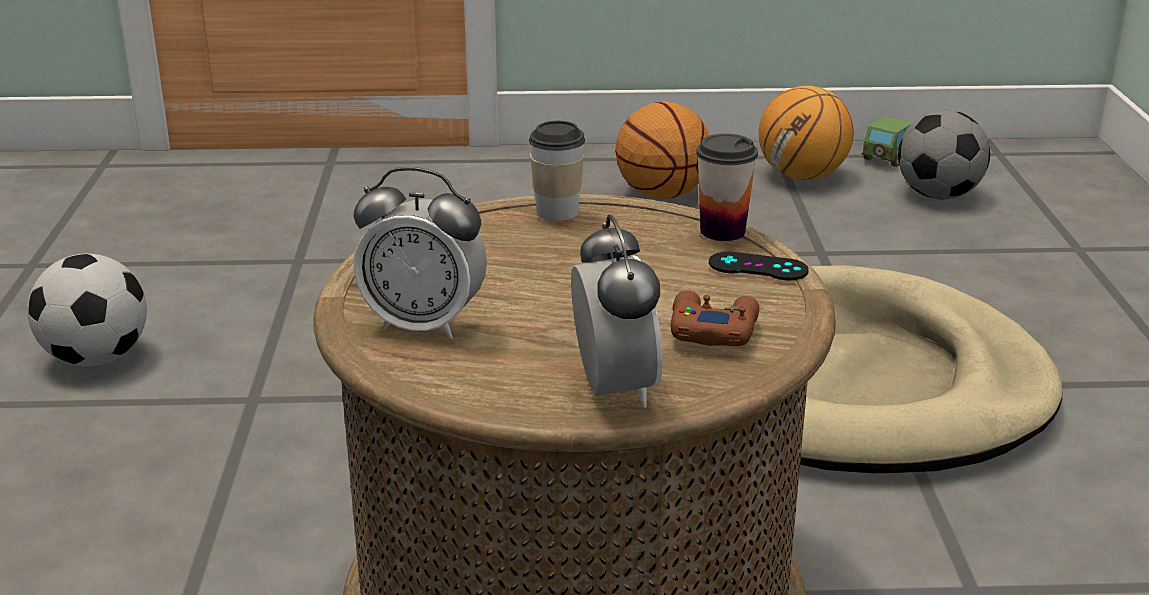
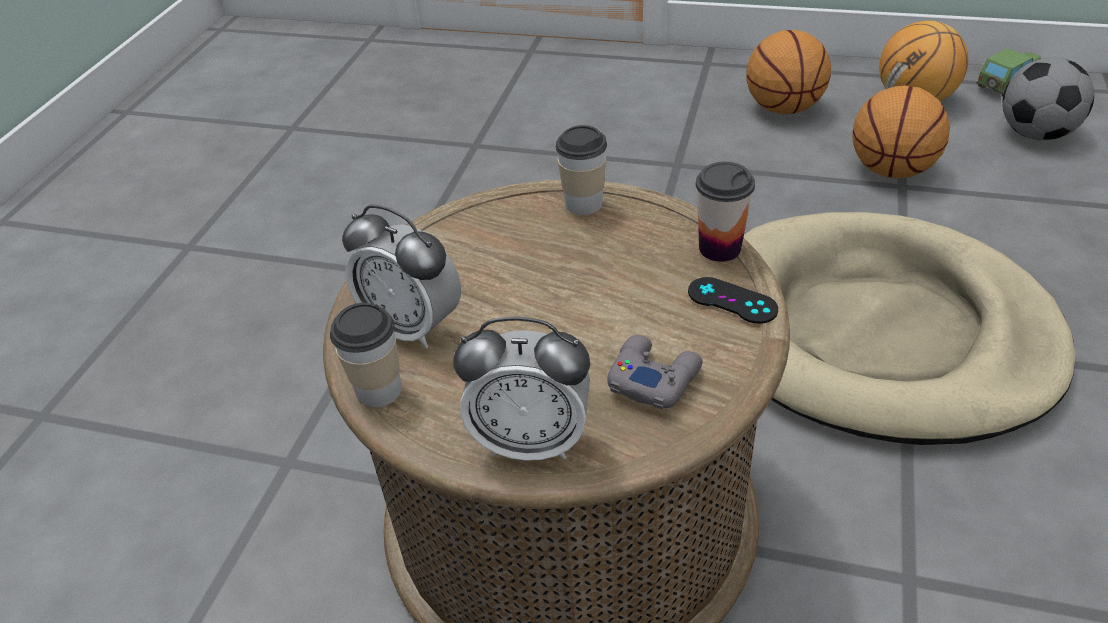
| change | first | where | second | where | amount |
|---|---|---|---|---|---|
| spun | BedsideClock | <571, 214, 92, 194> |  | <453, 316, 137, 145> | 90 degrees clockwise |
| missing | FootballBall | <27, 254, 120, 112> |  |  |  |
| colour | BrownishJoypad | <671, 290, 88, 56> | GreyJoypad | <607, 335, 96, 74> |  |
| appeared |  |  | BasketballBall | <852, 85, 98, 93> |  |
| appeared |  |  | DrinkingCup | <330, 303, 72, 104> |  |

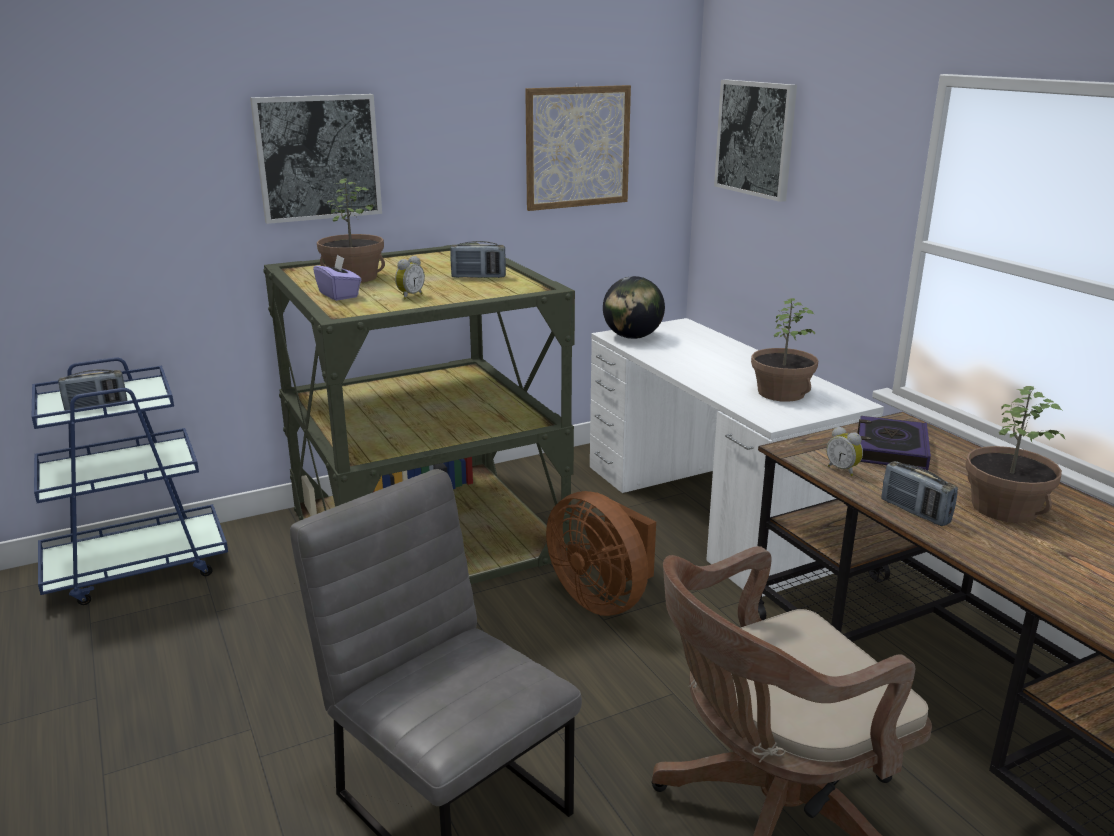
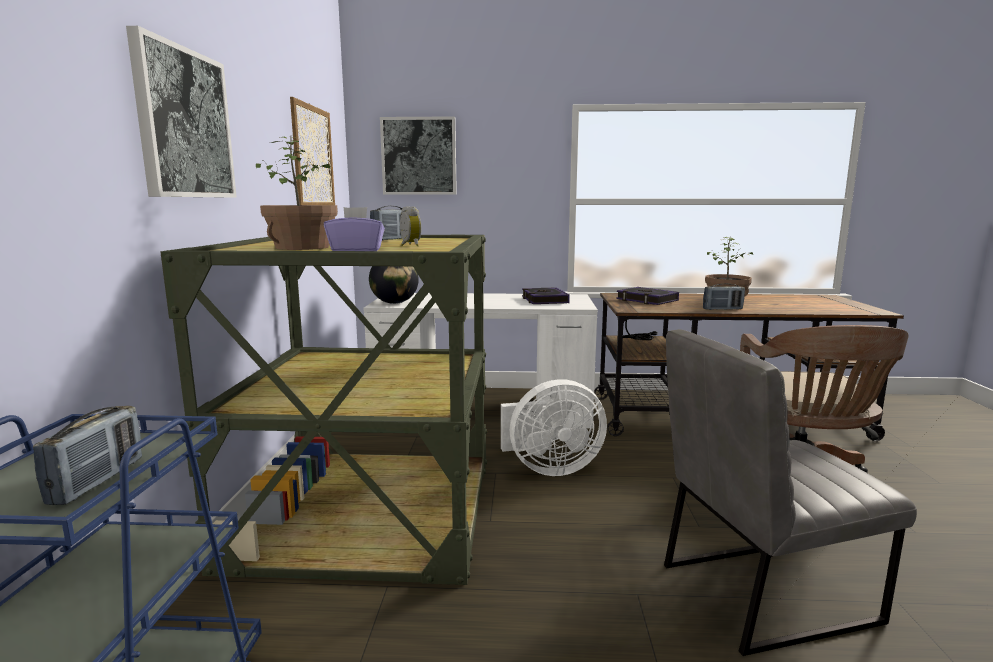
| change | first | where | second | where | amount |
|---|---|---|---|---|---|
| exchanged | PottedPlant | <751, 298, 67, 104> | Book | <522, 287, 48, 17> |  |
| missing | BedsideClock | <826, 426, 37, 50> |  |  |  |
| colour | BrownishCoolingFan | <546, 491, 110, 125> | WhiteCoolingFan | <501, 379, 106, 97> |  |

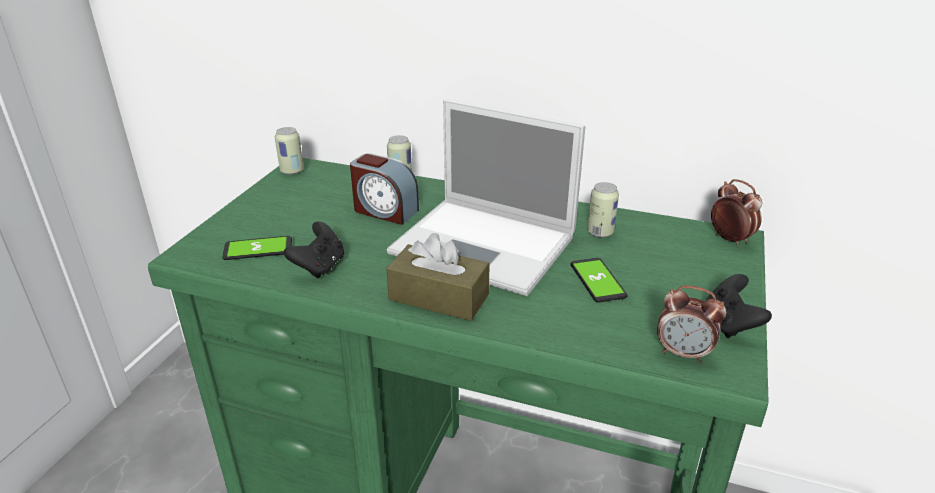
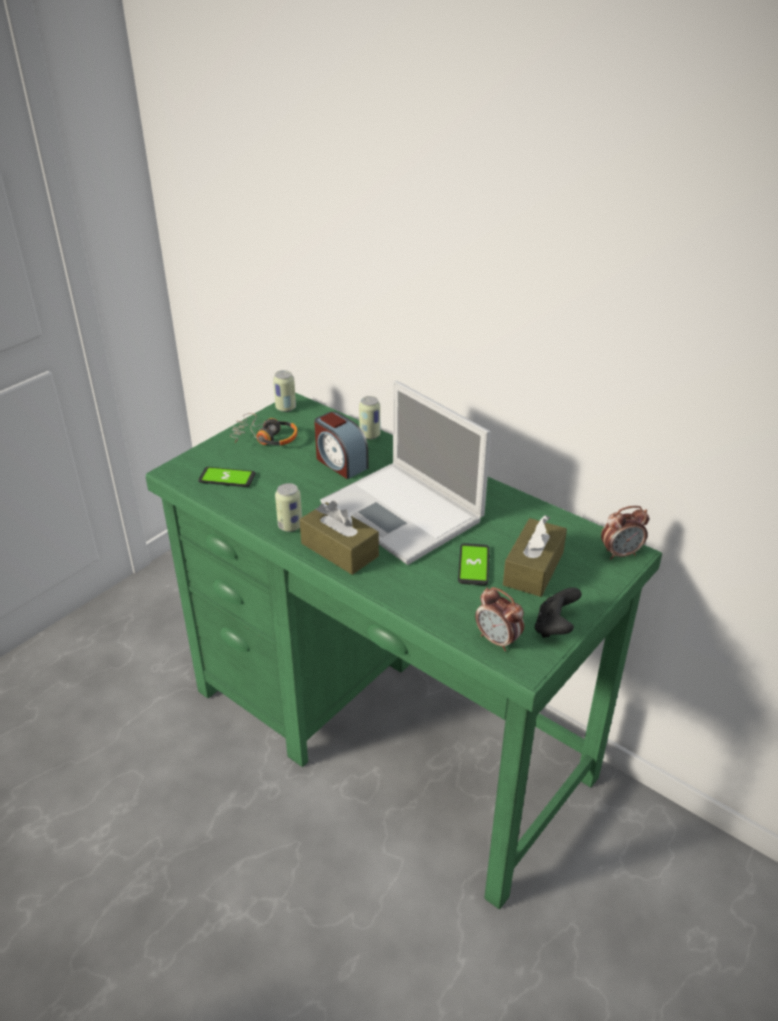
| change | first | where | second | where | amount |
|---|---|---|---|---|---|
| spun | BedsideClock | <711, 179, 51, 67> |  | <601, 506, 48, 54> | 90 degrees clockwise |
| relocated | MetalCan | <587, 182, 32, 56> |  | <275, 483, 27, 49> |  |
| missing | BlackishJoypad | <284, 221, 60, 57> |  |  |  |
| appeared |  |  | Headset | <230, 413, 68, 32> |  |
| appeared |  |  | BrownishTissueBox | <503, 515, 64, 82> |  |

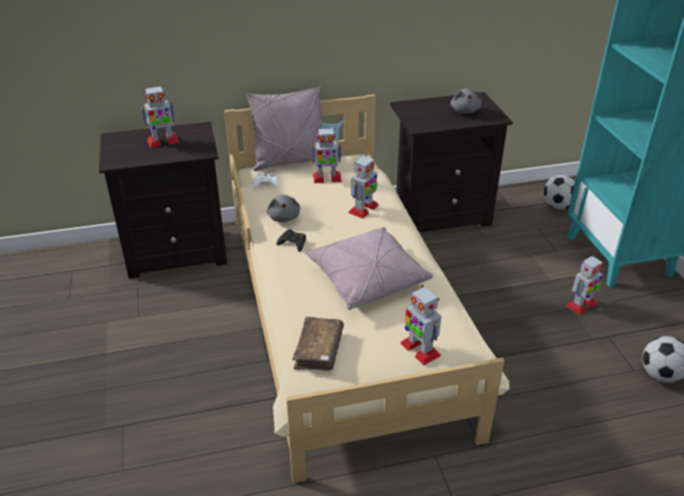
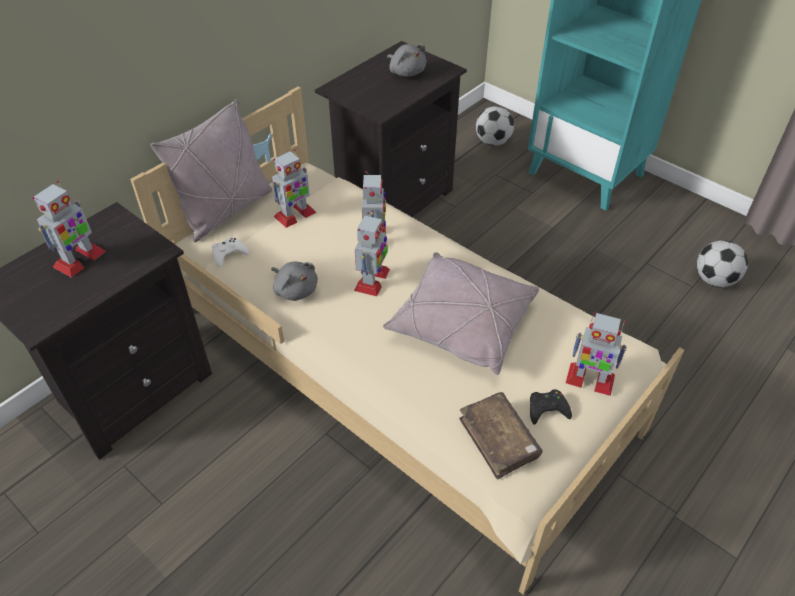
| change | first | where | second | where | amount |
|---|---|---|---|---|---|
| relocated | BlackishJoypad | <276, 229, 30, 23> |  | <530, 389, 42, 36> |  |
| relocated | ToyRobot | <565, 254, 38, 61> |  | <354, 212, 36, 85> |  |

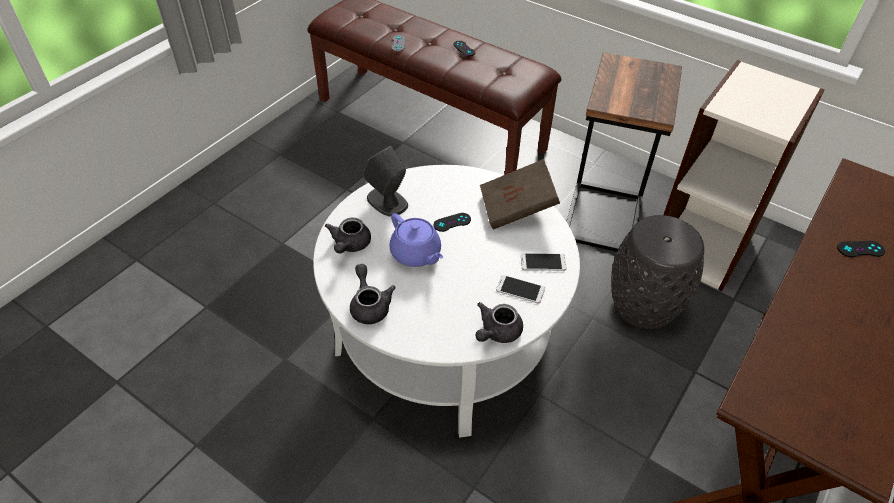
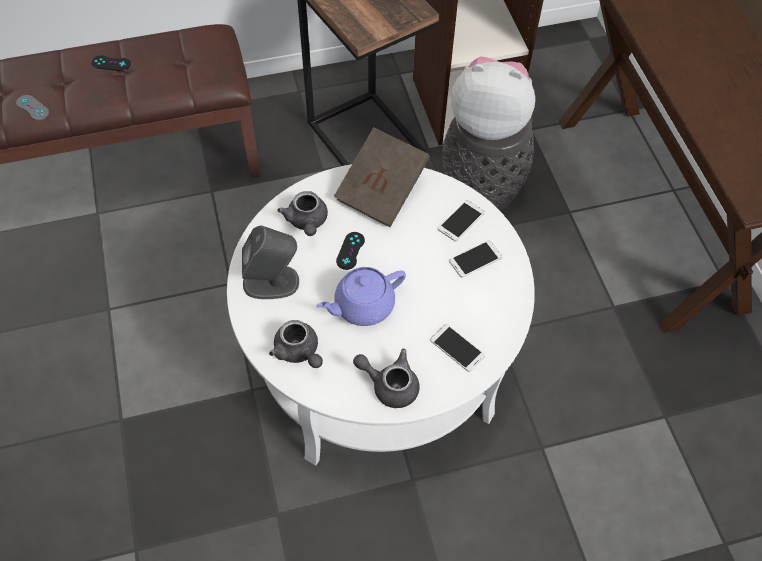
| change | first | where | second | where | amount |
|---|---|---|---|---|---|
| spun | PurplishTeapot | <389, 213, 54, 54> |  | <317, 267, 89, 59> | 150 degrees clockwise |
| missing | BlackishJoypad | <837, 241, 48, 16> |  |  |  |
| relocated | GreyTeapot | <475, 302, 48, 41> |  | <277, 191, 51, 45> |  |
| appeared |  |  | PlushToy | <451, 57, 84, 83> |  |
| appeared |  |  | Phone | <430, 324, 55, 48> |  |

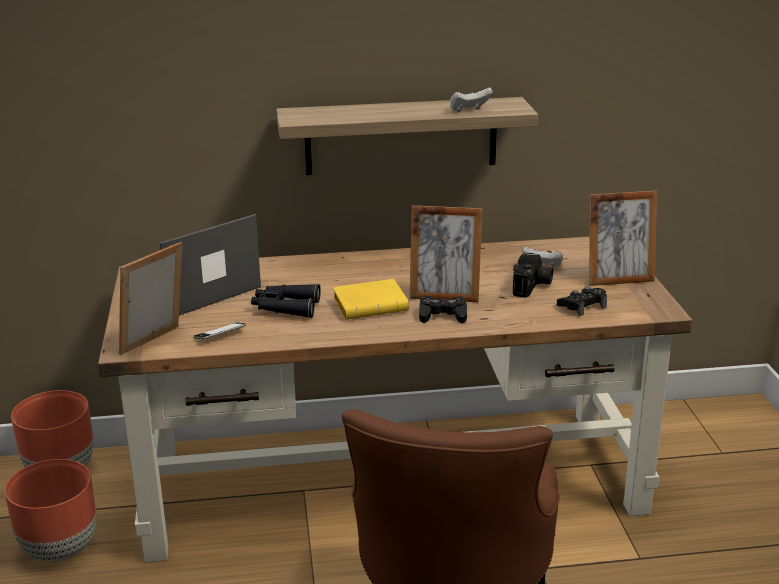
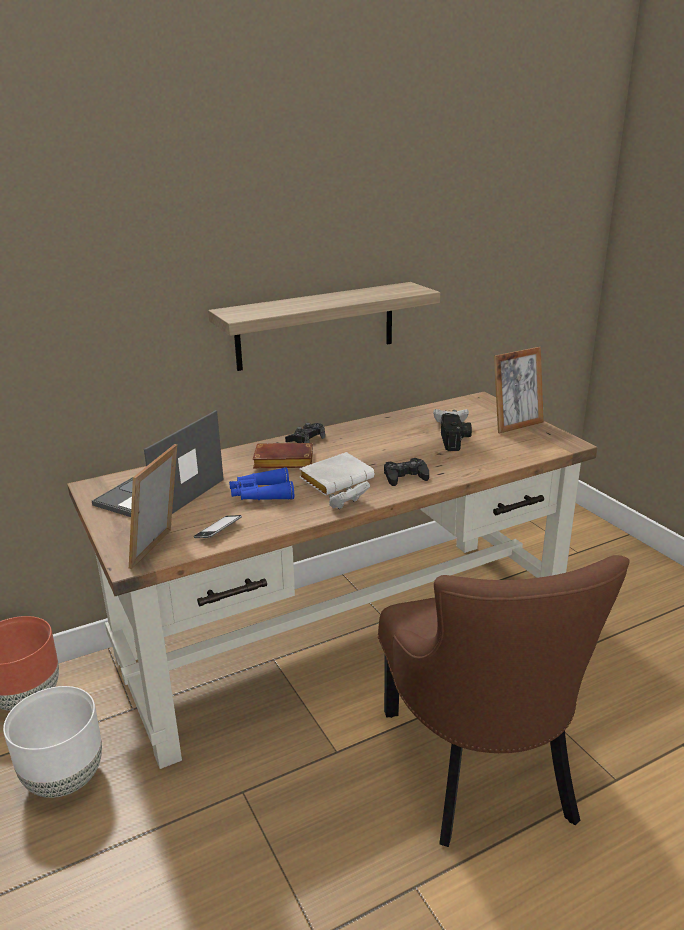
| change | first | where | second | where | amount |
|---|---|---|---|---|---|
| relocated | WhiteJoypad | <450, 88, 43, 24> |  | <329, 481, 41, 28> |  |
| missing | StandingFrame | <410, 205, 73, 97> |  |  |  |
| colour | YellowishBook | <333, 279, 76, 41> | WhiteBook | <299, 452, 76, 43> |  |
| colour | BlackishFieldGlasses | <251, 284, 70, 34> | BlueColouredFieldGlasses | <229, 467, 65, 33> |  |
| relocated | BlackishJoypad | <557, 286, 50, 30> |  | <285, 423, 40, 20> |  |
| colour | BrownishPlanter | <5, 459, 92, 103> | WhitePlanter | <3, 686, 99, 112> |  |
| appeared |  |  | BrownishBook | <253, 443, 60, 25> |  |

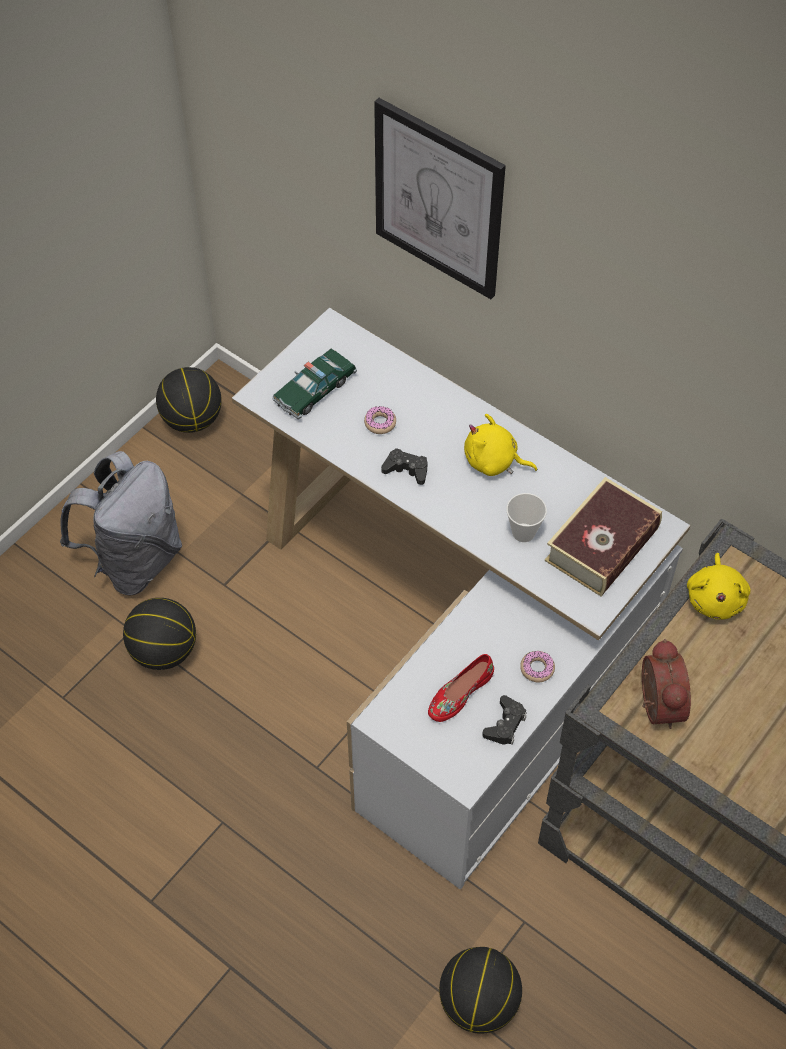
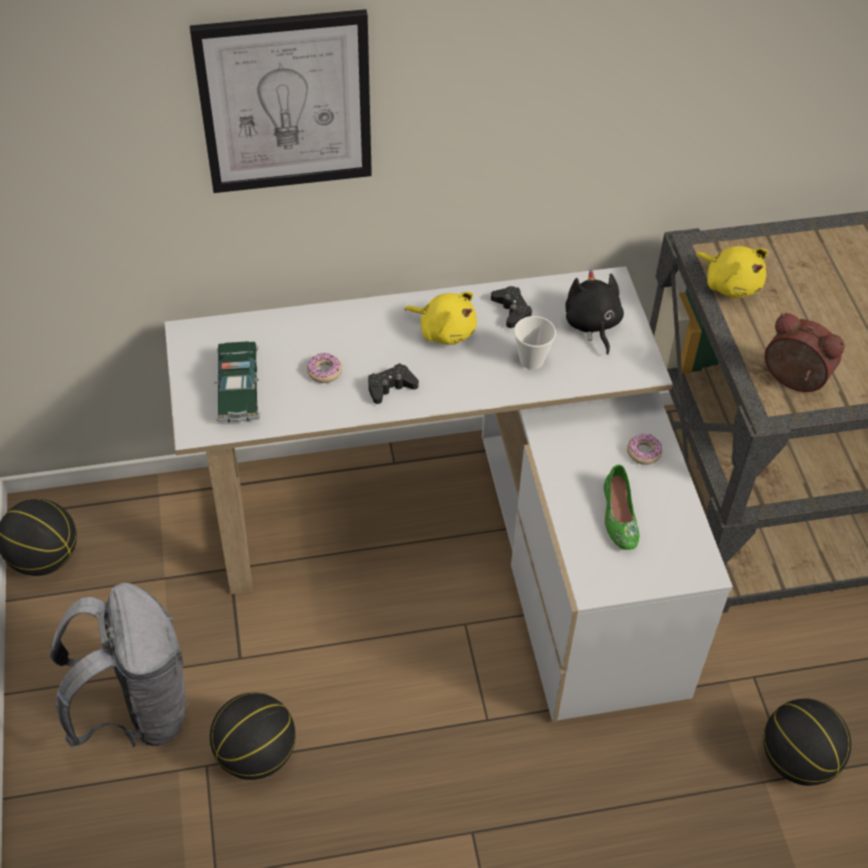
| change | first | where | second | where | amount |
|---|---|---|---|---|---|
| spun | YellowishPlushToy | <464, 414, 73, 62> |  | <405, 292, 72, 53> | 120 degrees counterclockwise |
| exchanged | Book | <545, 477, 117, 120> | BlackishPlushToy | <566, 270, 58, 85> |  |
| colour | ReddishItemOfFootwear | <428, 654, 66, 68> | GreenishItemOfFootwear | <604, 465, 35, 85> |  |
| relocated | BlackishJoypad | <482, 695, 44, 49> |  | <491, 286, 41, 42> |  |

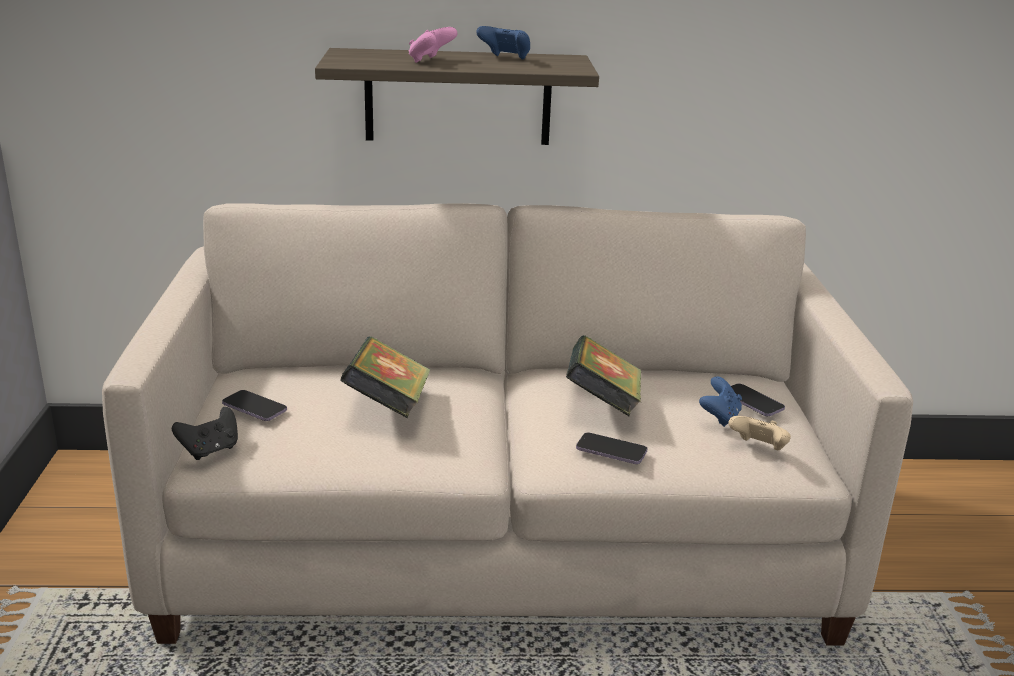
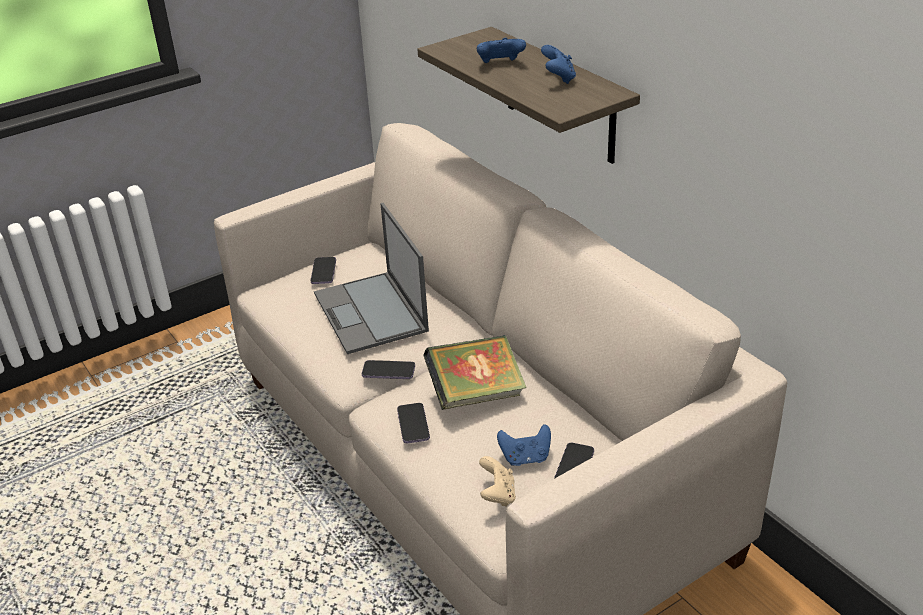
| change | first | where | second | where | amount |
|---|---|---|---|---|---|
| colour | PinkColouredJoypad | <408, 27, 49, 36> | BlueColouredJoypad | <477, 38, 49, 25> |  |
| exchanged | Book | <340, 336, 90, 82> | PortableComputer | <314, 203, 115, 151> |  |
| missing | BlackishJoypad | <172, 407, 66, 53> |  |  |  |
| appeared |  |  | Phone | <362, 360, 53, 19> |  |

